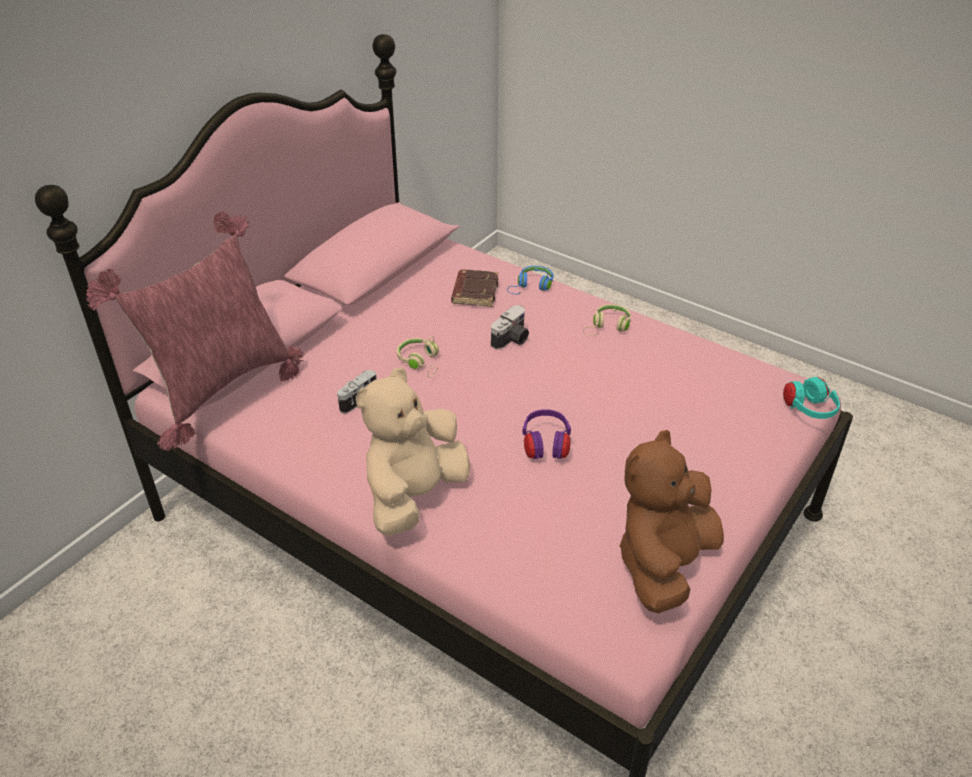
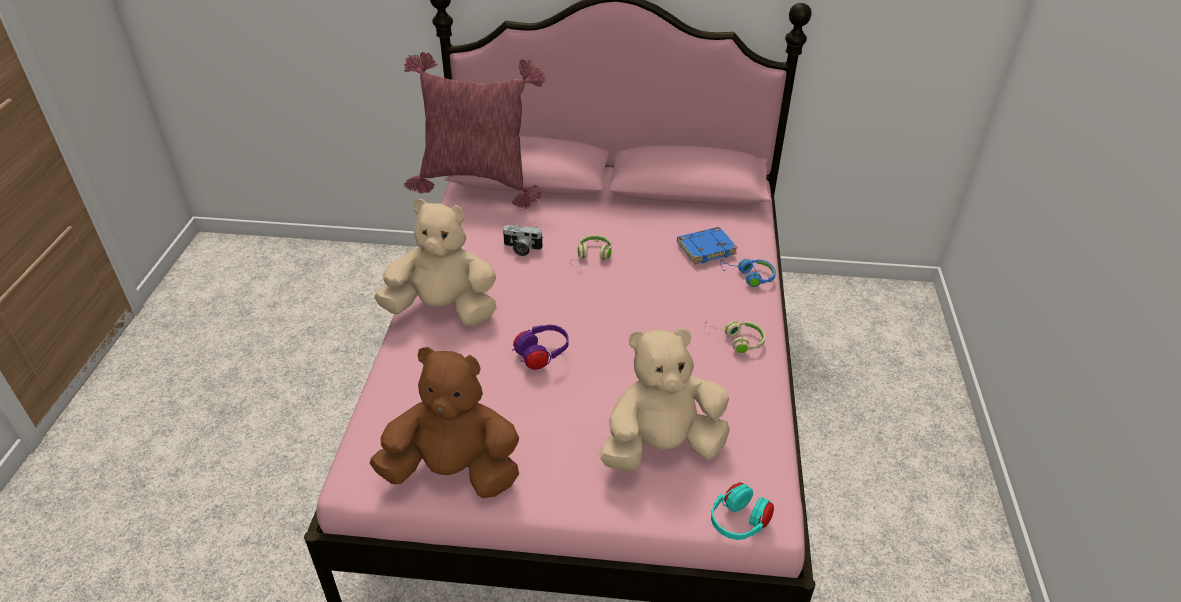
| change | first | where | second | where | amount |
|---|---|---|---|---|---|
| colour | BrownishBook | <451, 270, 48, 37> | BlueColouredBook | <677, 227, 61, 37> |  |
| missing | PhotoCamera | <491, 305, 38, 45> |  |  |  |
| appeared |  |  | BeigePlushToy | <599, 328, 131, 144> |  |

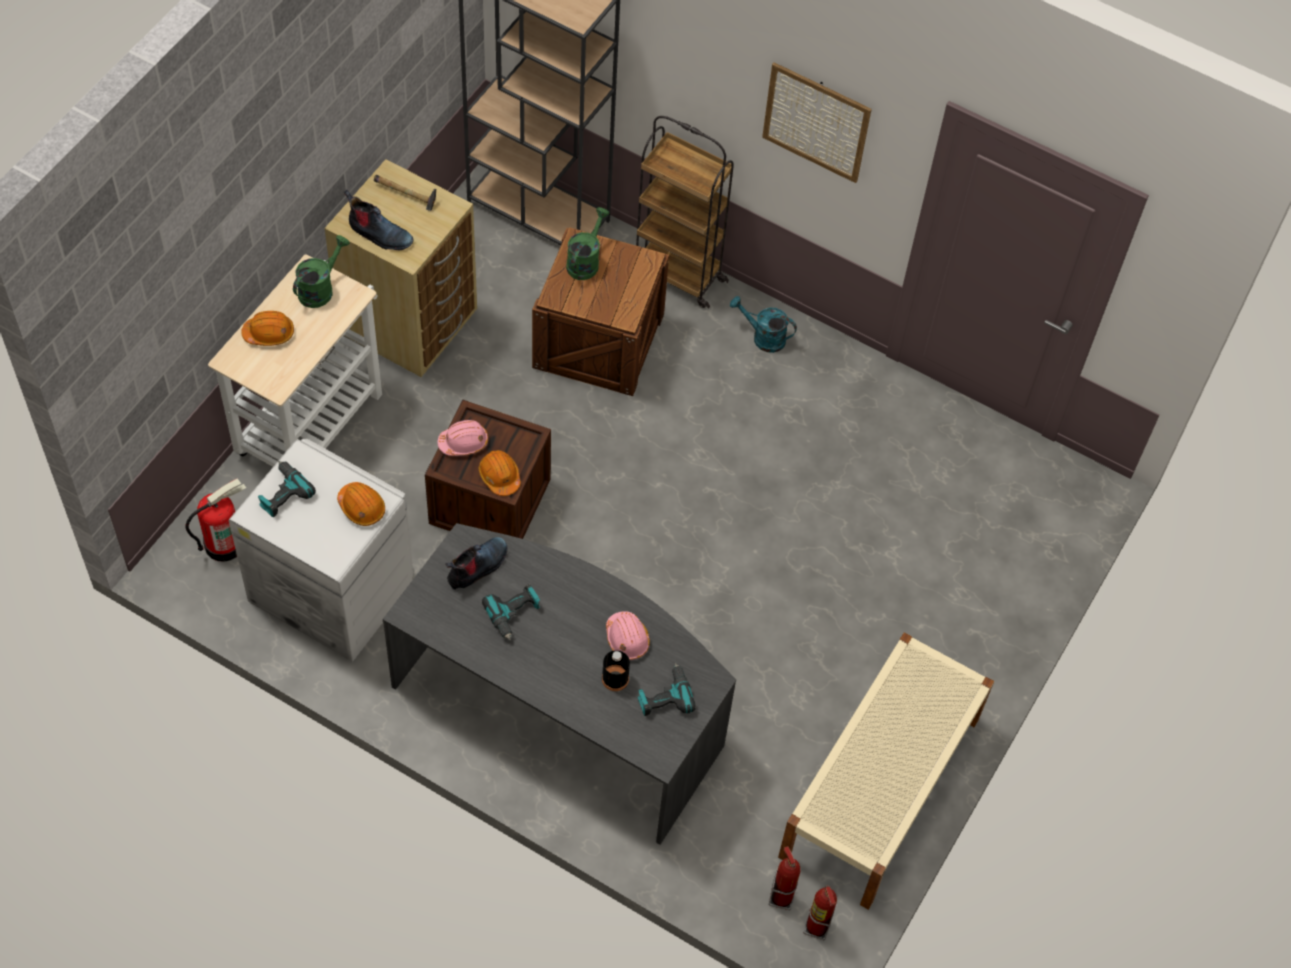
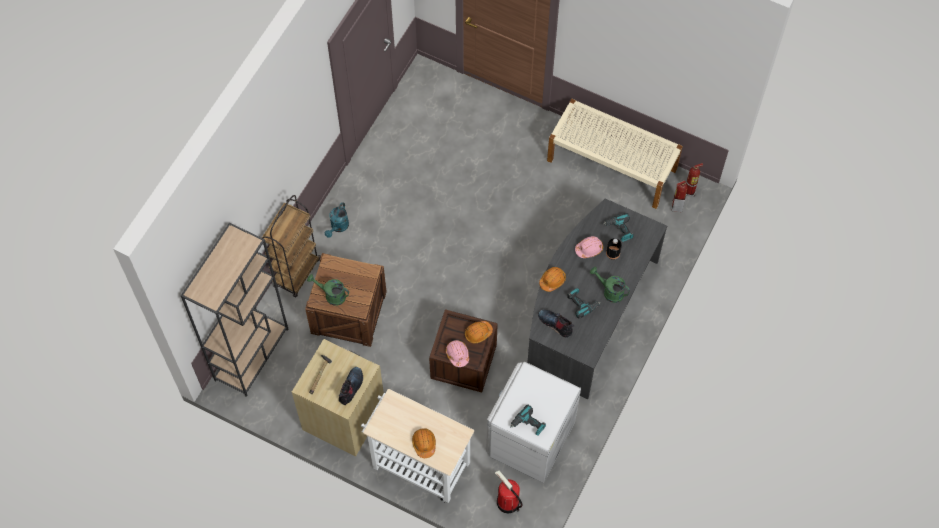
| change | first | where | second | where | amount |
|---|---|---|---|---|---|
| missing | Picture | <762, 62, 110, 121> |  |  |  |
| relocated | GreenishWateringCan | <293, 235, 57, 73> |  | <590, 267, 40, 36> |  |
| relocated | OrangeSafetyHelmet | <337, 482, 48, 44> |  | <539, 267, 27, 25> |  |

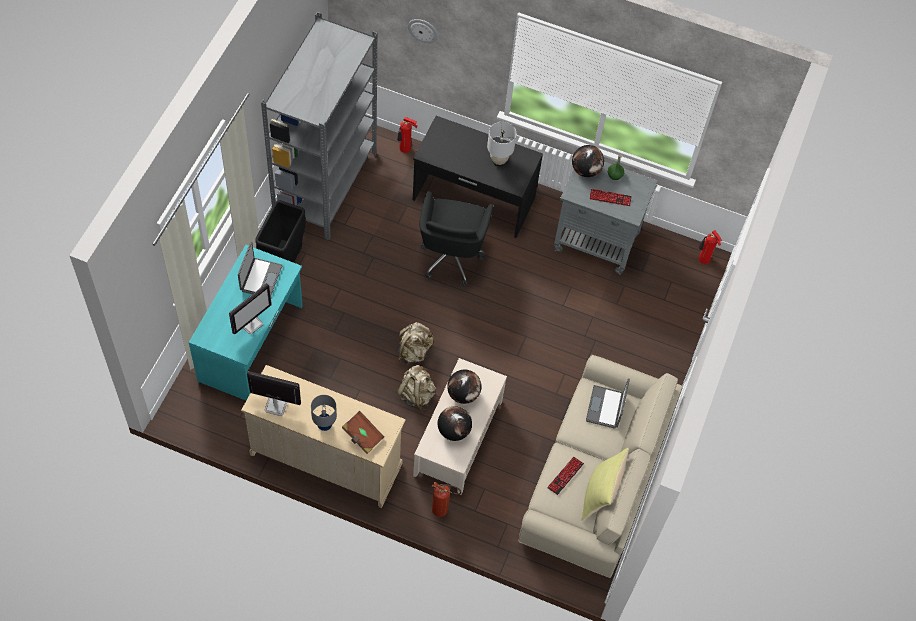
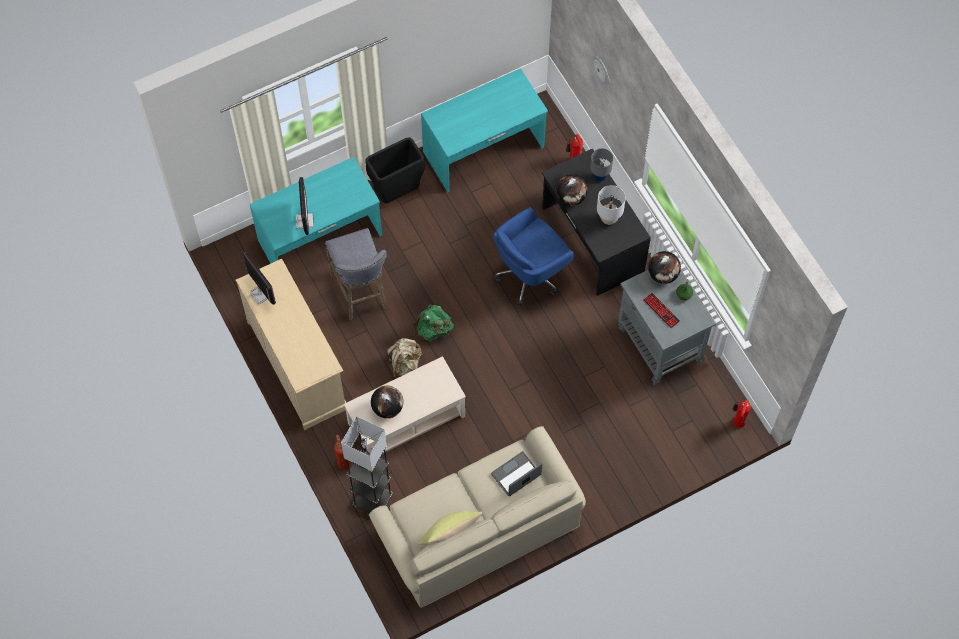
| change | first | where | second | where | amount |
|---|---|---|---|---|---|
| exchanged | GreyShelvingUnit | <261, 12, 116, 228> | TurquoiseDesk | <421, 68, 127, 124> |  |
| colour | BlackishDeskChair | <420, 191, 73, 95> | BlueColouredDeskChair | <493, 207, 81, 99> |  |
| missing | PortableComputer | <238, 242, 45, 53> |  |  |  |
| spun | ComputerDisplay | <229, 283, 43, 51> |  | <296, 177, 18, 58> | 90 degrees counterclockwise |
| colour | BeigeBackpack | <398, 322, 36, 43> | GreenishBackpack | <412, 304, 42, 37> |  |
| relocated | WorldGlobe | <447, 370, 34, 34> |  | <556, 174, 32, 32> |  |
| relocated | GreyTabletopLamp | <311, 395, 26, 36> |  | <590, 148, 23, 33> |  |
| missing | BrownishBook | <342, 411, 42, 43> |  |  |  |
| missing | ComputerKeyboard | <547, 457, 37, 38> |  |  |  |
| appeared |  |  | GreySittingStool | <325, 228, 62, 92> |  |
| appeared |  |  | GreyStandardLamp | <341, 416, 52, 97> |  |

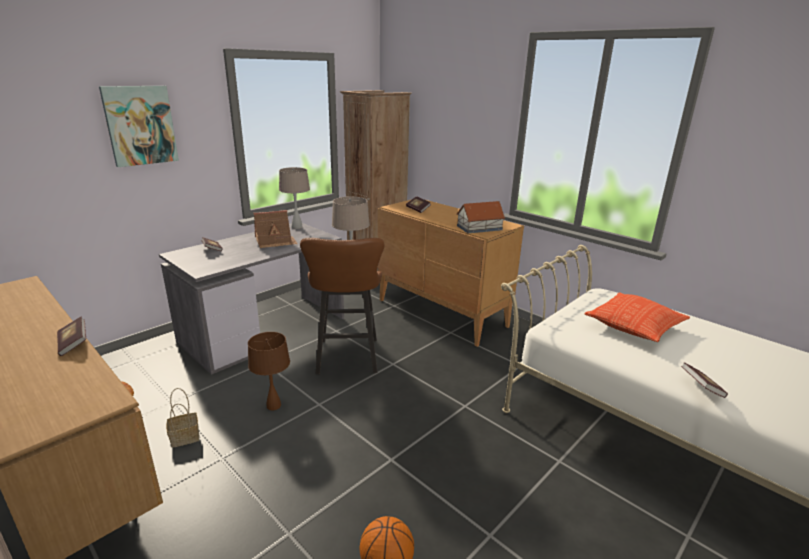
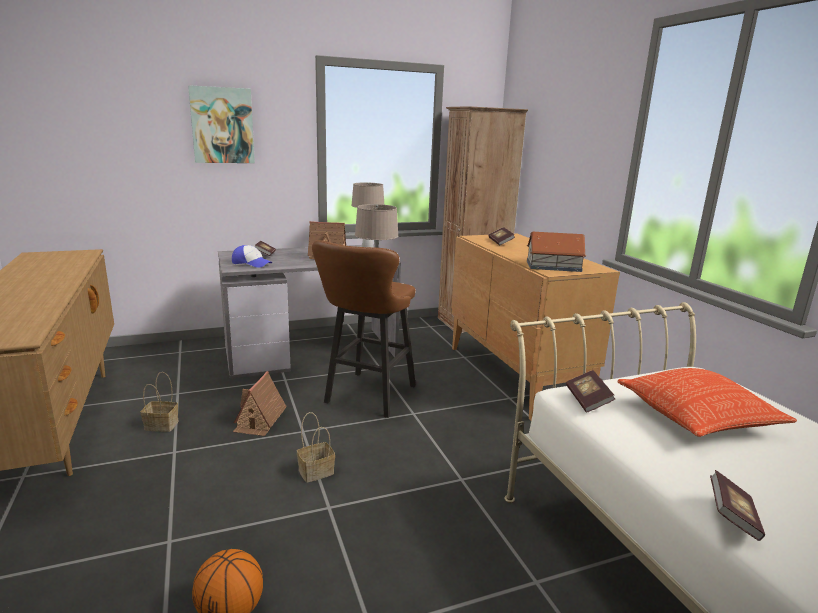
| change | first | where | second | where | amount |
|---|---|---|---|---|---|
| relocated | Book | <57, 316, 29, 40> |  | <566, 370, 49, 43> |  |
| exchanged | BrownishTabletopLamp | <248, 332, 42, 78> | ModelHouse | <233, 371, 54, 65> |  |
| appeared |  |  | Cap | <232, 245, 40, 23> |  |
| appeared |  |  | Basket | <297, 412, 38, 71> |  |

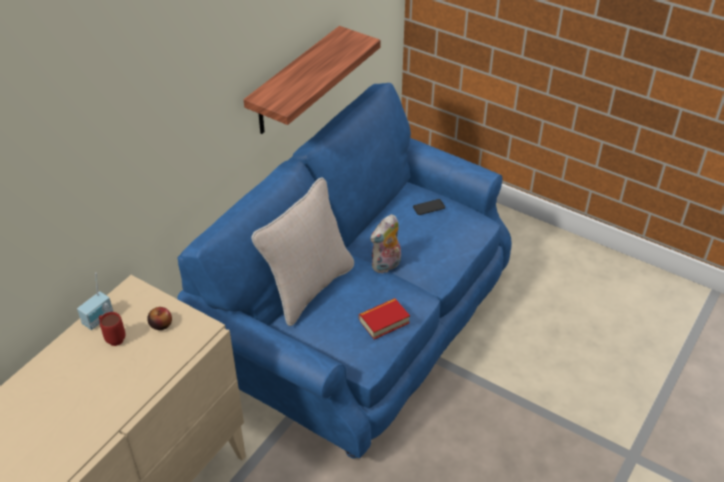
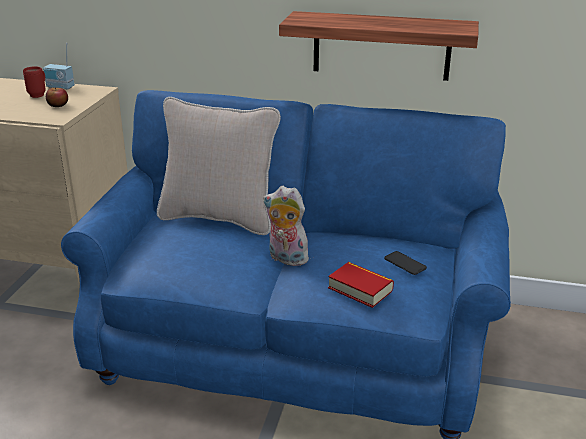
| change | first | where | second | where | amount |
|---|---|---|---|---|---|
| relocated | Book | <359, 298, 51, 42> |  | <328, 262, 66, 46> |  |

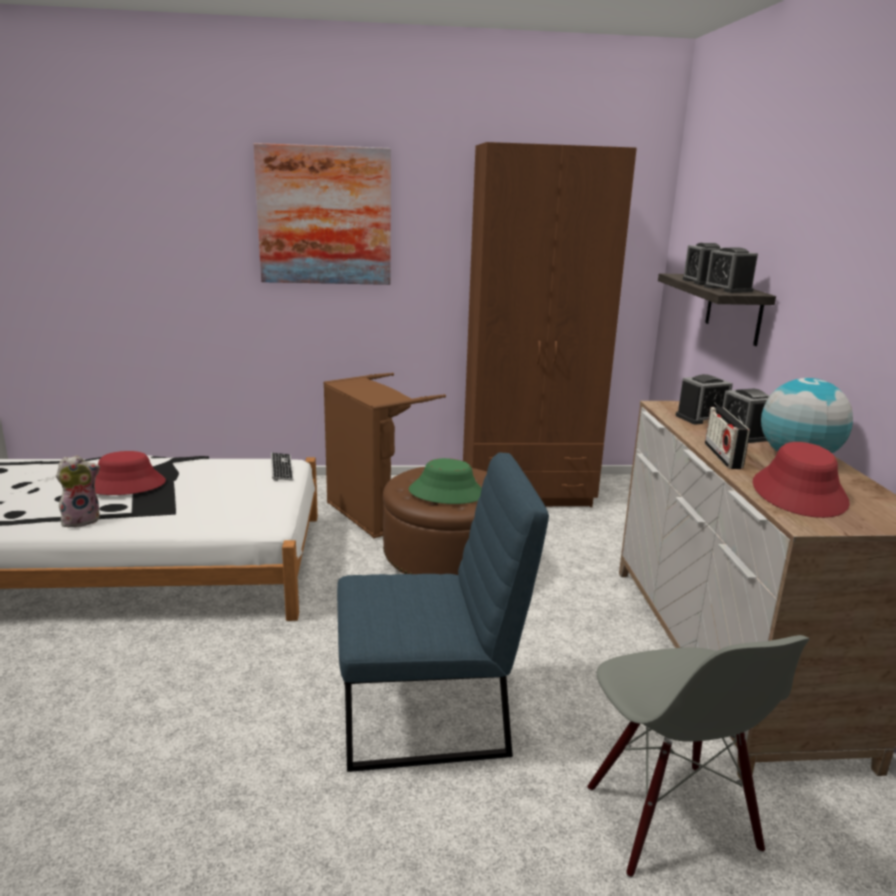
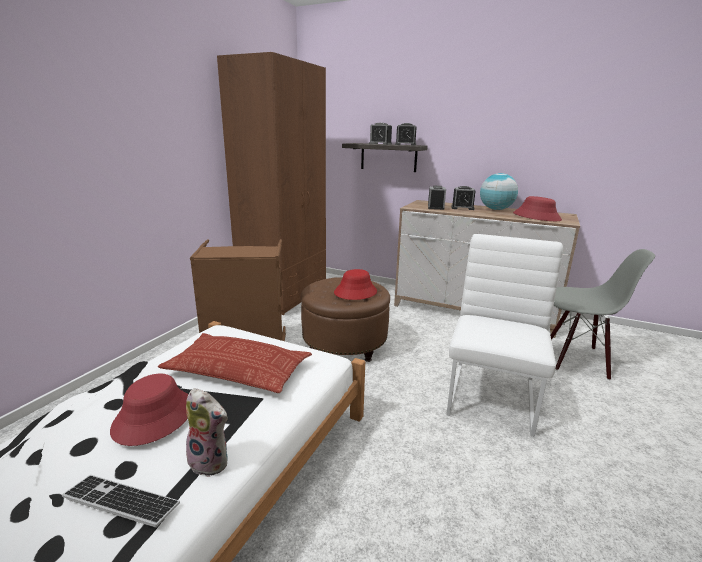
| change | first | where | second | where | amount |
|---|---|---|---|---|---|
| missing | Picture | <254, 143, 137, 142> |  |  |  |
| missing | RadioReceiver | <705, 407, 45, 62> |  |  |  |
| colour | BlueColouredUprightChair | <337, 452, 212, 320> | WhiteUprightChair | <446, 234, 117, 203> |  |
| relocated | ComputerKeyboard | <271, 453, 22, 28> |  | <62, 475, 118, 53> |  |
| spun | PlushToy | <56, 455, 44, 72> |  | <186, 388, 43, 89> | 120 degrees clockwise |
| colour | GreenishHat | <409, 458, 73, 46> | ReddishHat | <334, 269, 43, 31> |  |
| appeared |  |  | Cushion | <158, 333, 154, 60> |  |

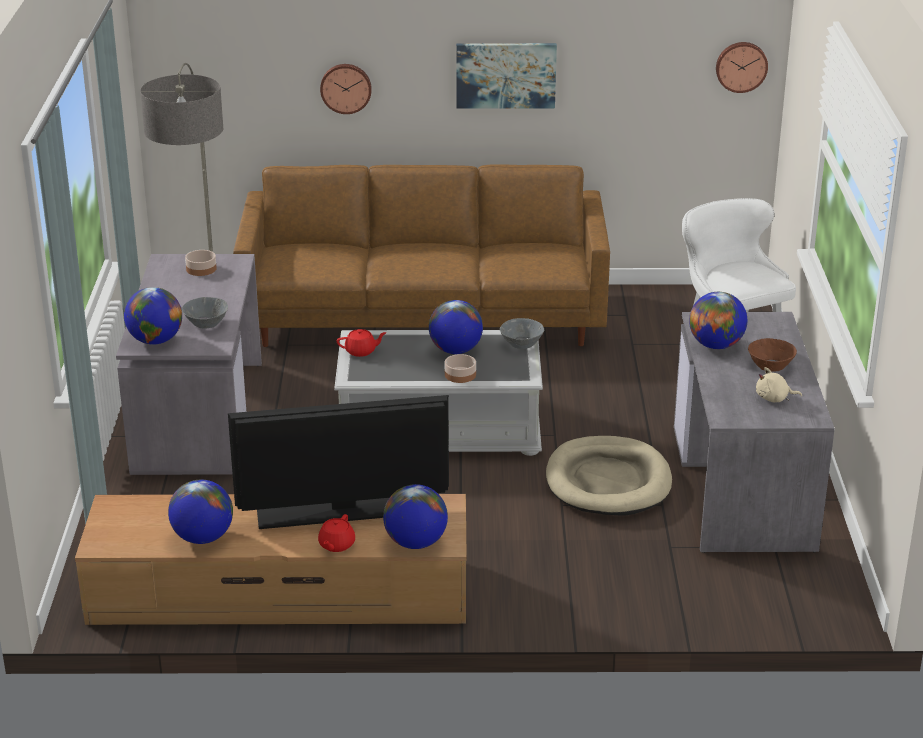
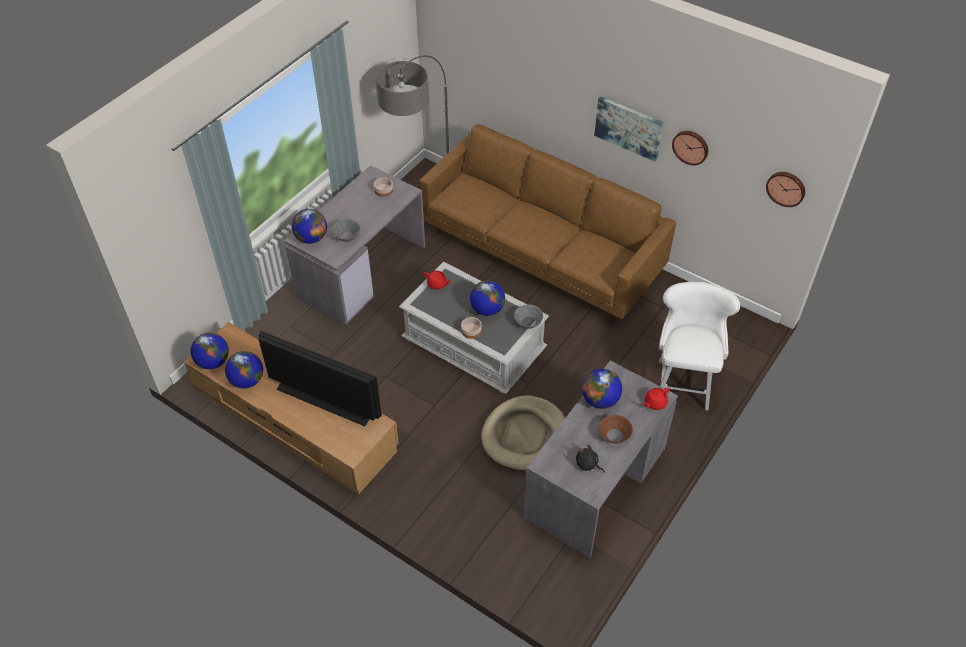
| change | first | where | second | where | amount |
|---|---|---|---|---|---|
| relocated | HangingClock | <320, 64, 52, 50> |  | <672, 131, 36, 34> |  |
| colour | BeigePlushToy | <756, 367, 46, 35> | BlackishPlushToy | <576, 444, 29, 29> |  |
| relocated | WorldGlobe | <383, 484, 65, 65> |  | <191, 333, 38, 36> |  |
| relocated | ReddishTeapot | <318, 514, 37, 38> |  | <643, 387, 27, 23> |  |

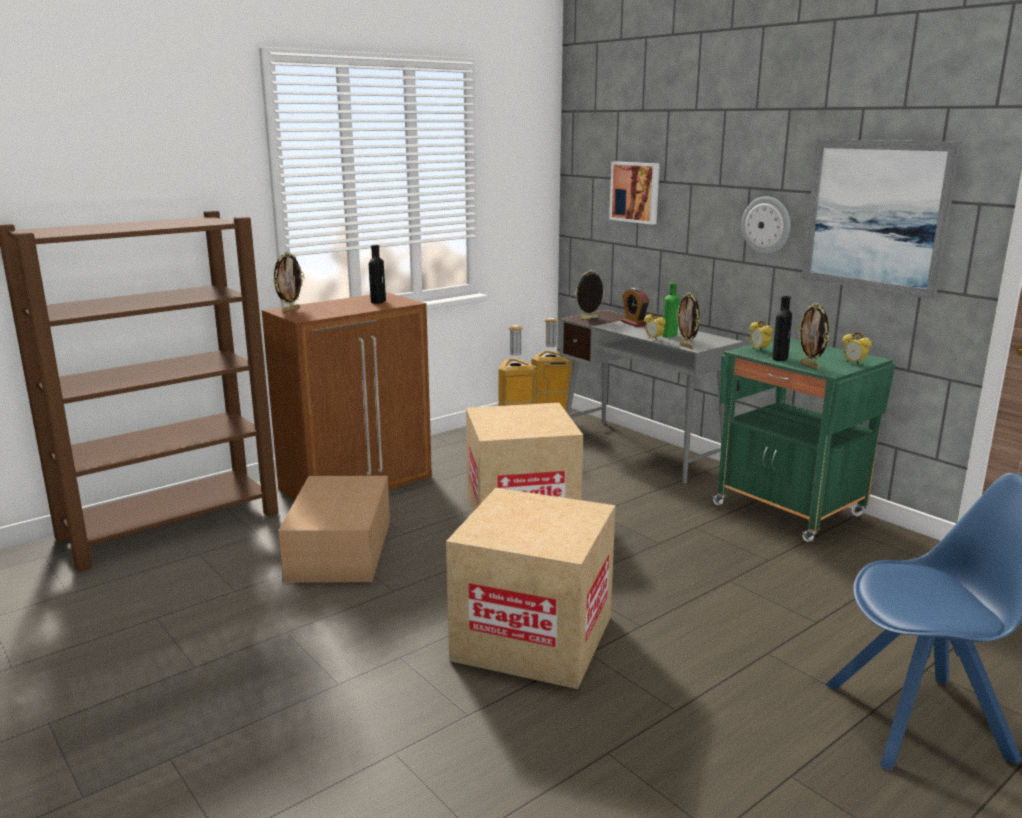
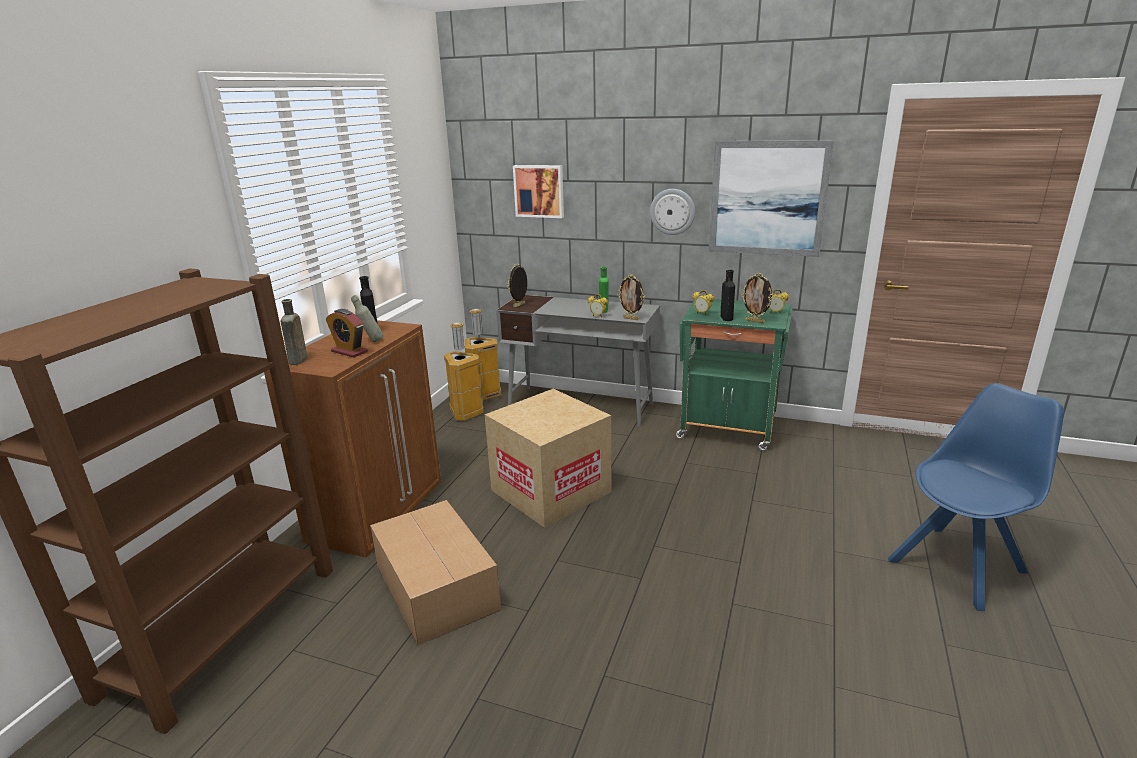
| change | first | where | second | where | amount |
|---|---|---|---|---|---|
| exchanged | StandingFrame | <273, 251, 31, 61> | BrownishBottle | <281, 299, 26, 66> |  |
| relocated | BedsideClock | <621, 288, 29, 39> |  | <326, 309, 42, 48> |  |
| missing | CardboardBox | <446, 488, 170, 201> |  |  |  |
| appeared |  |  | GreyBottle | <351, 295, 32, 47> |  |

